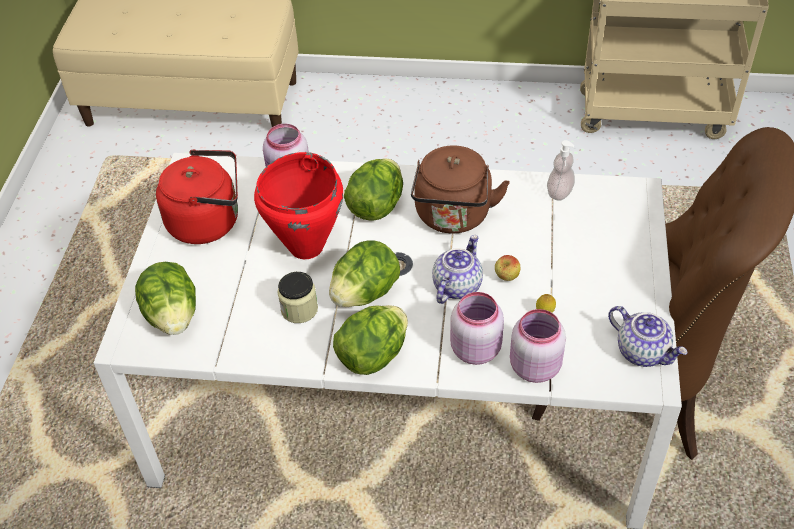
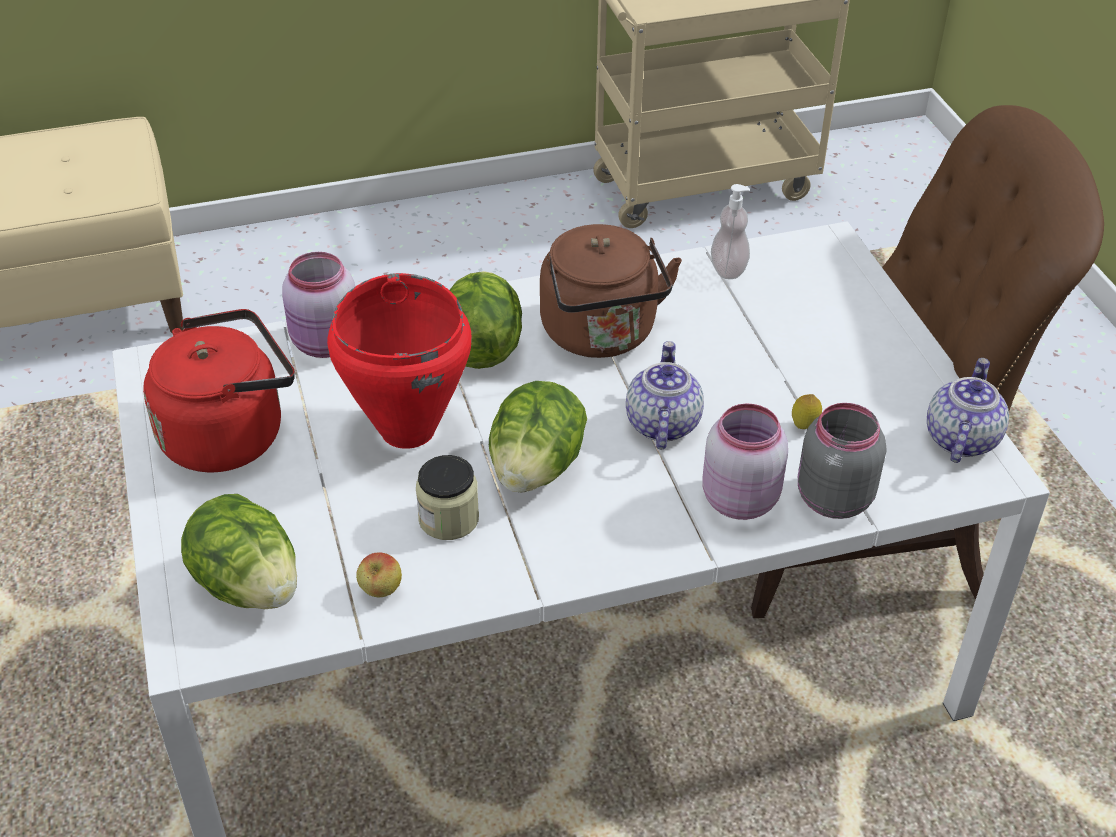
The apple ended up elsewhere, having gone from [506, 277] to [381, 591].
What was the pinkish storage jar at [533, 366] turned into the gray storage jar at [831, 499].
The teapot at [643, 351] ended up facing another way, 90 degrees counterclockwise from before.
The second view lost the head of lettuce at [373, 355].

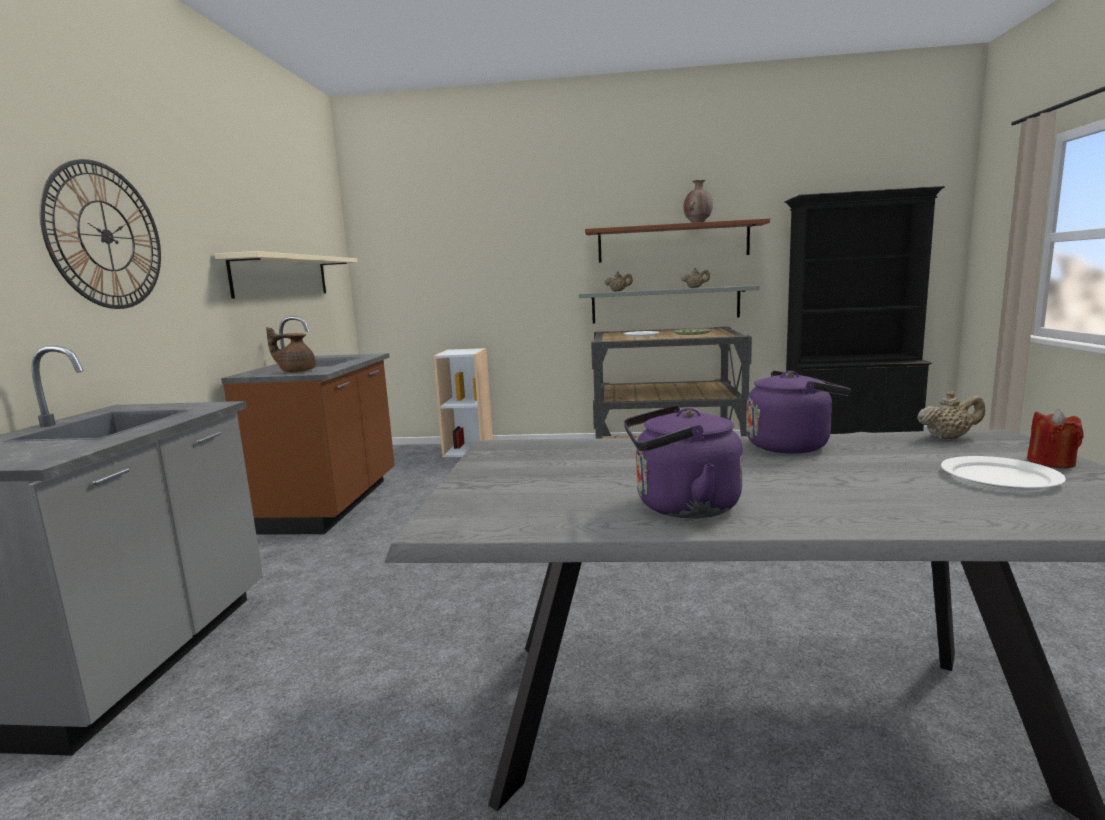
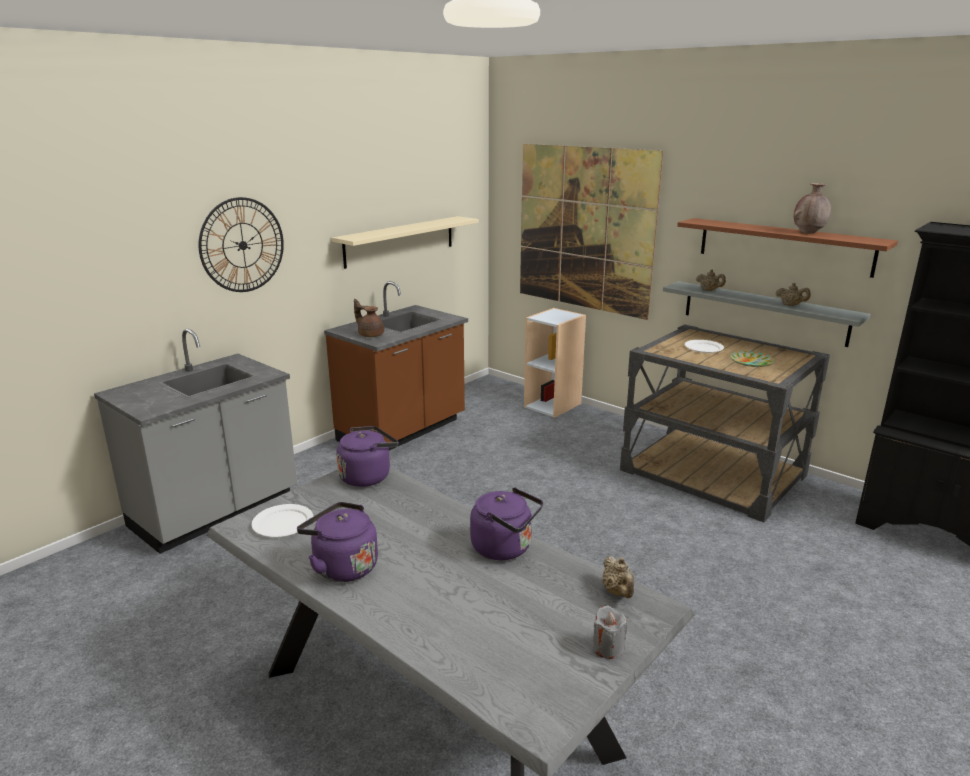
The whitish plate ended up elsewhere, having gone from [999, 477] to [283, 523].
The second view gained the purplish kettle at [367, 476].
The second view gained the picture at [584, 229].
What was the red candle at [1051, 462] turned into the gray candle at [608, 648].
The beige teapot at [948, 438] ended up facing another way, 45 degrees clockwise from before.

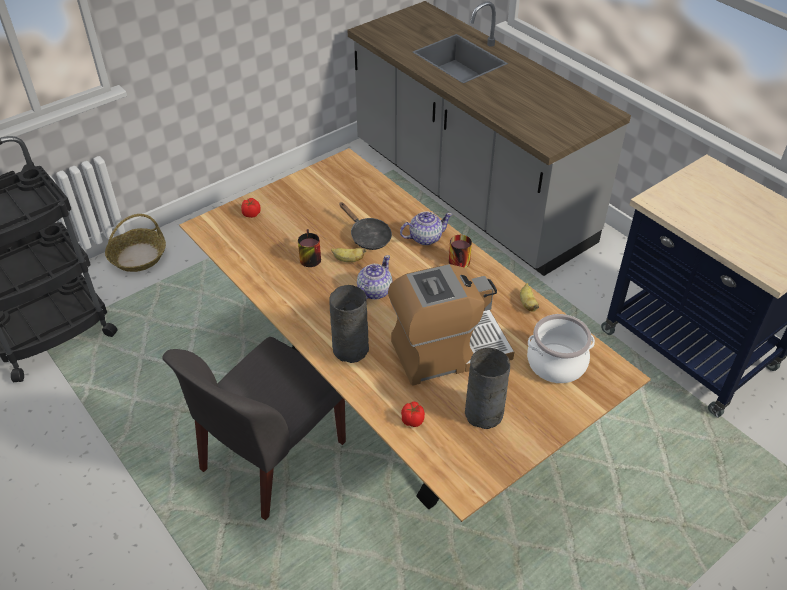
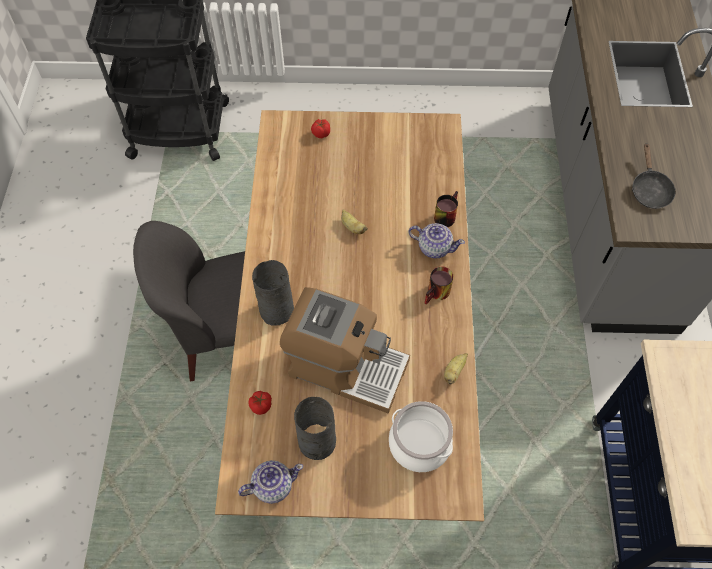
The teapot ended up elsewhere, having gone from [374, 291] to [272, 485].
The tea mug ended up elsewhere, having gone from [308, 257] to [444, 215].
The black pan ended up elsewhere, having gone from [367, 236] to [649, 190].
The second view lost the basket at [138, 256].

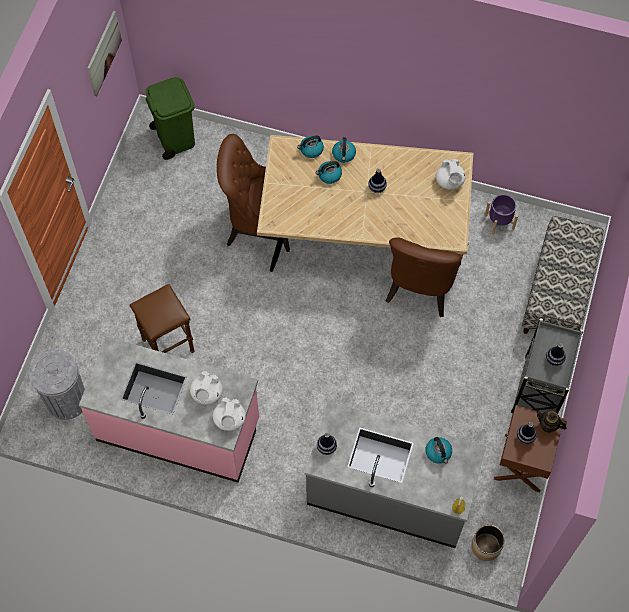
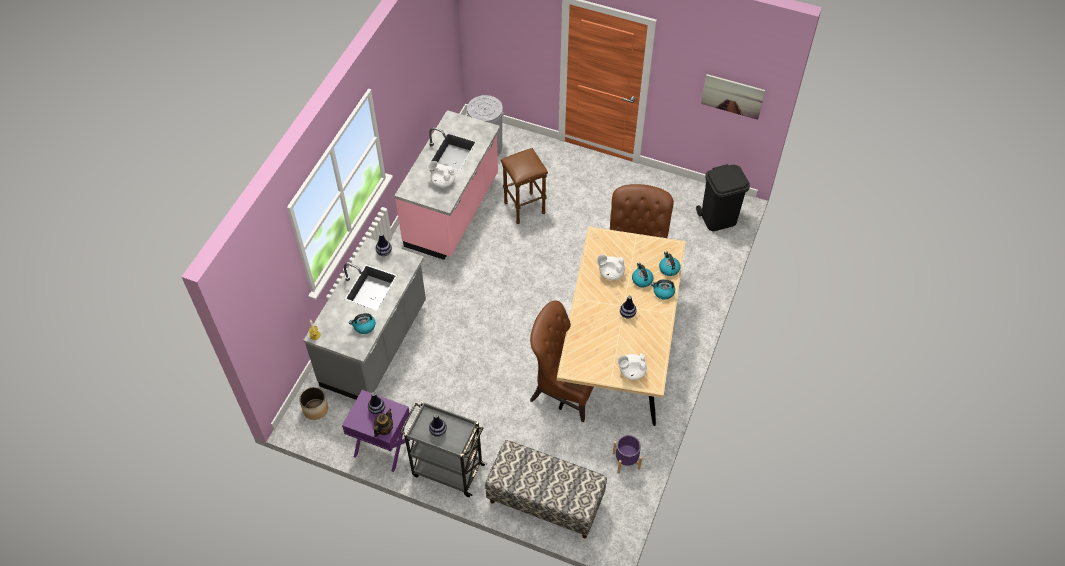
What was the brownish nightstand at [523, 463] turned into the purplish nightstand at [382, 447].
The whitish teapot ended up elsewhere, having gone from [229, 420] to [610, 273].
What was the greenish trash can at [175, 138] turned into the black trash can at [718, 218].

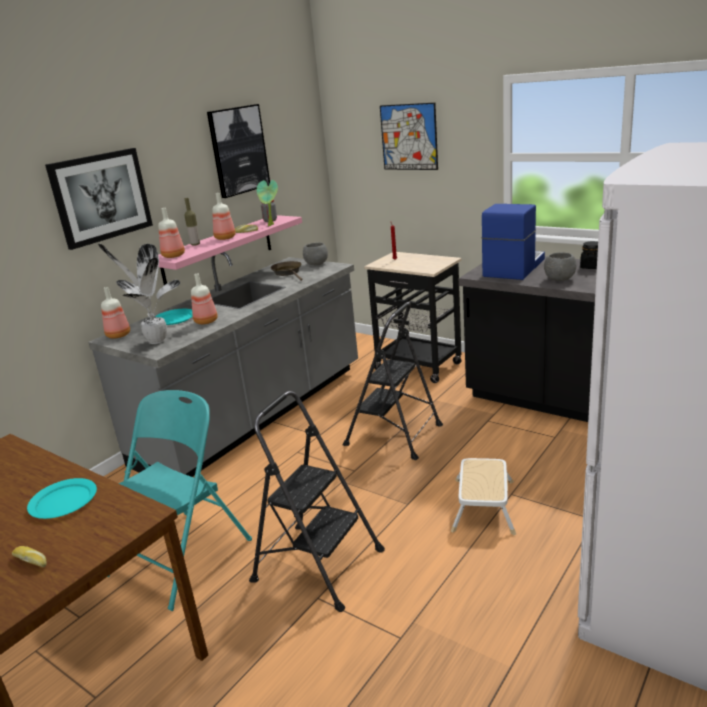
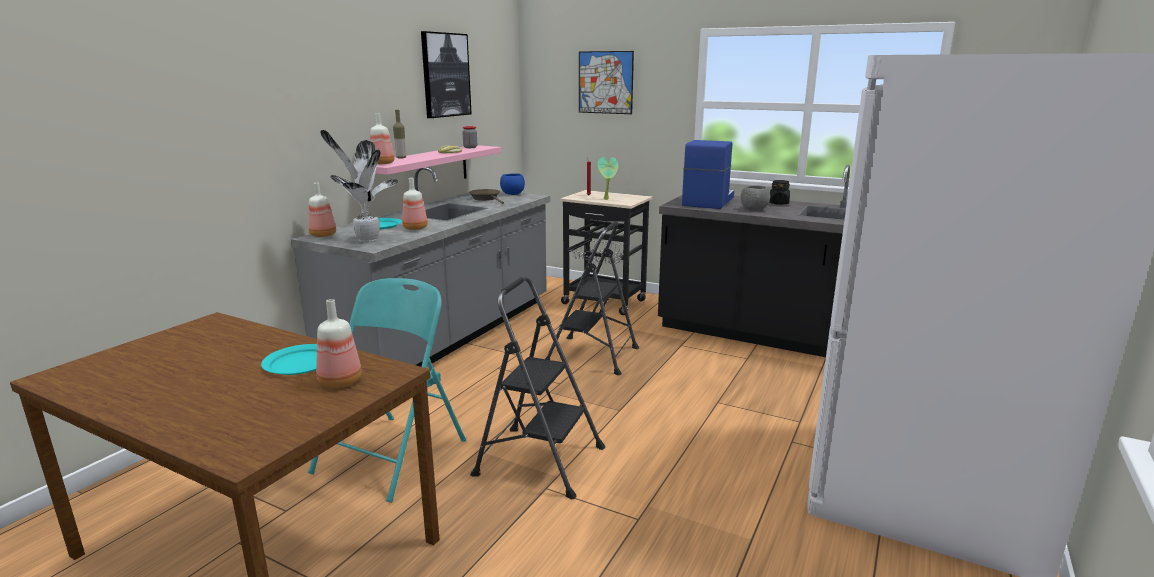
The bottle ended up elsewhere, having gone from [224, 238] to [339, 382].
What was the gray deep dish at [316, 264] turned into the bluish deep dish at [513, 194].
The plant in a pot ended up elsewhere, having gone from [271, 225] to [607, 199].
The second view lost the bakery bread at [32, 560].
The second view lost the picture at [101, 197].
The second view lost the beige stepladder at [484, 505].

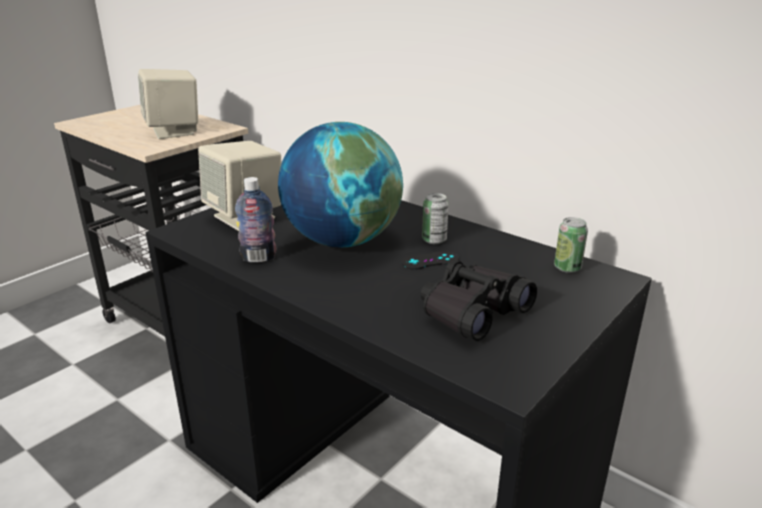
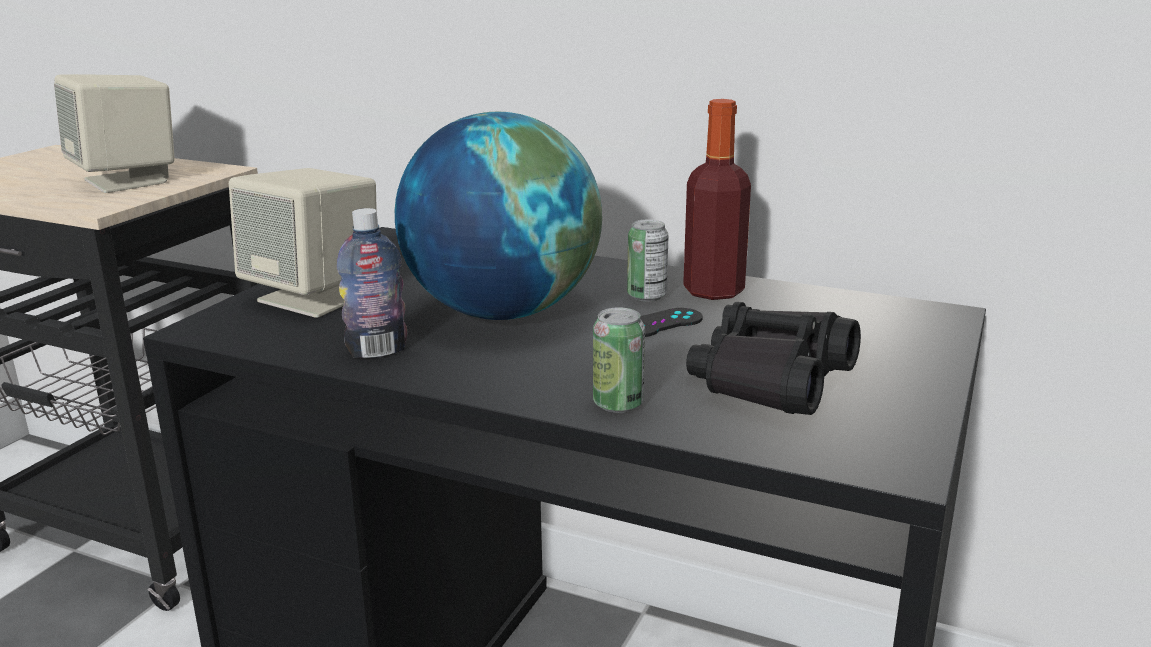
The metal can ended up elsewhere, having gone from [567, 268] to [618, 404].
The second view gained the bottle at [713, 291].

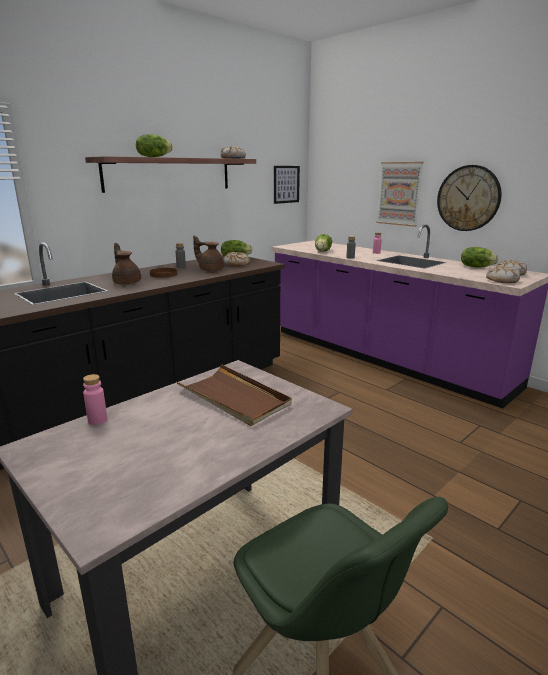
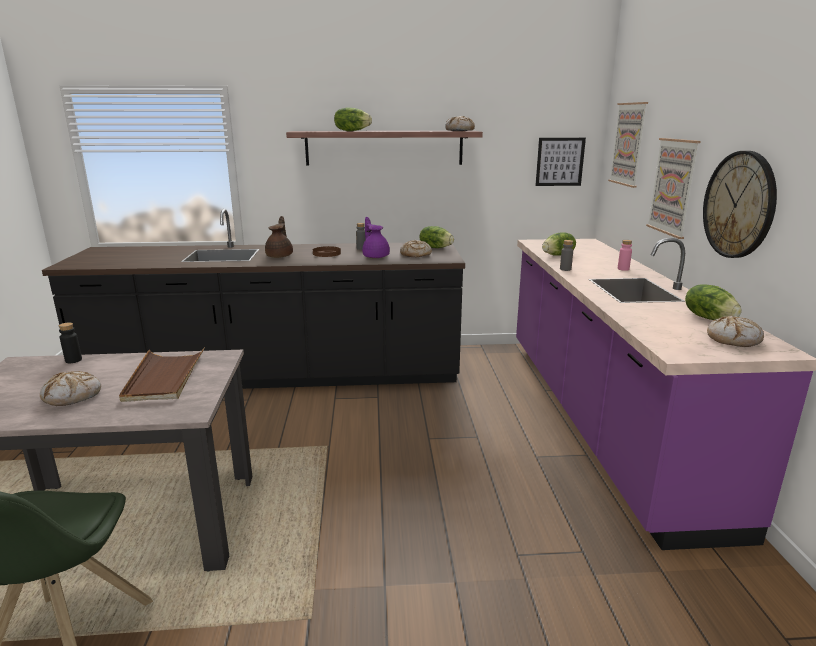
The bakery bread ended up elsewhere, having gone from [502, 280] to [73, 396].
What was the pinkish bottle at [97, 420] turned into the black bottle at [73, 360].
What was the brownish teapot at [210, 270] turned into the purplish teapot at [375, 256].
The second view gained the picture at [628, 144].

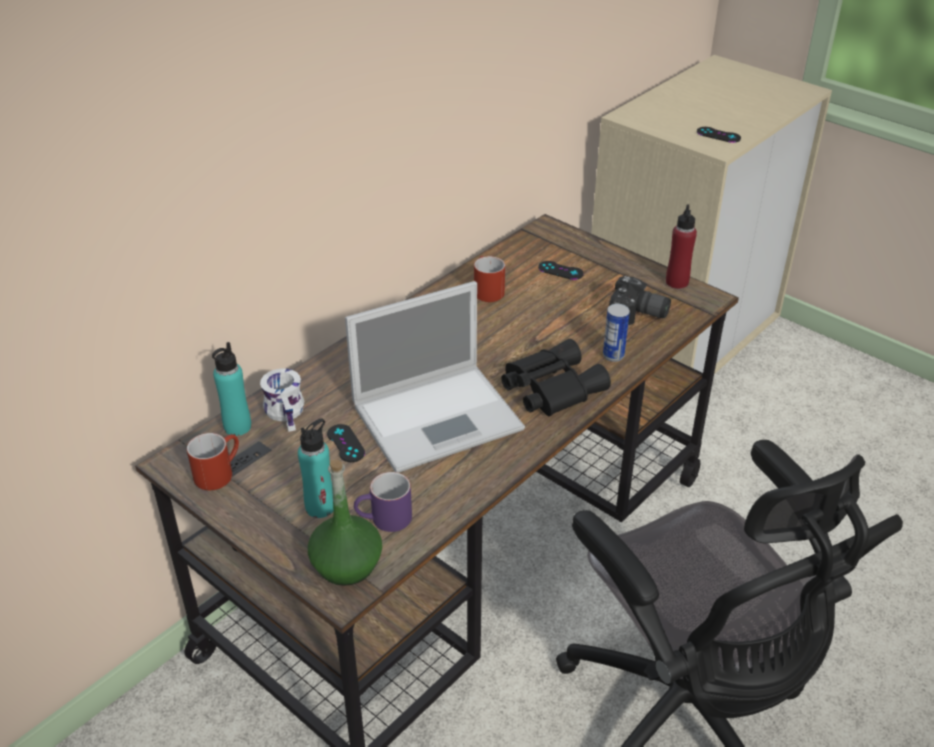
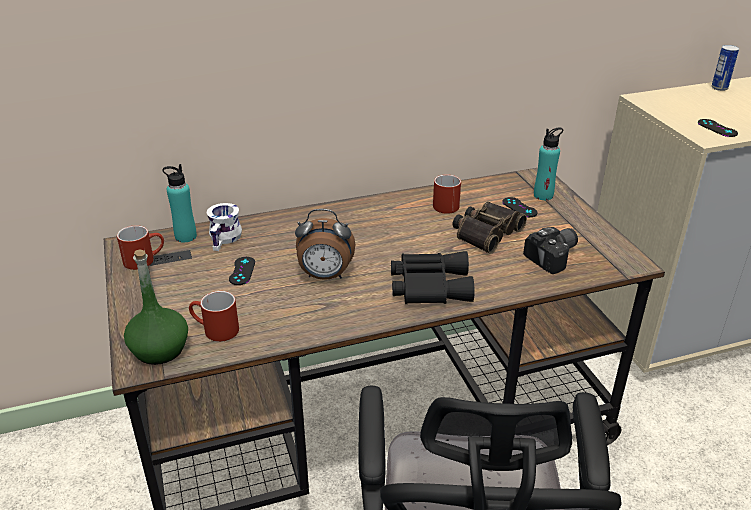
What was the purplish tea mug at [384, 520] turned into the red tea mug at [215, 331].
Where the laptop stood at [440, 416], the alarm clock came to stand at [325, 276].
The second view gained the binoculars at [485, 232].
The still camera at [637, 315] ended up facing another way, 90 degrees counterclockwise from before.
The turquoise-coloured bottle ended up elsewhere, having gone from [320, 507] to [543, 195].
The metal can ended up elsewhere, having gone from [613, 355] to [719, 88].
The second view lost the red bottle at [677, 282].

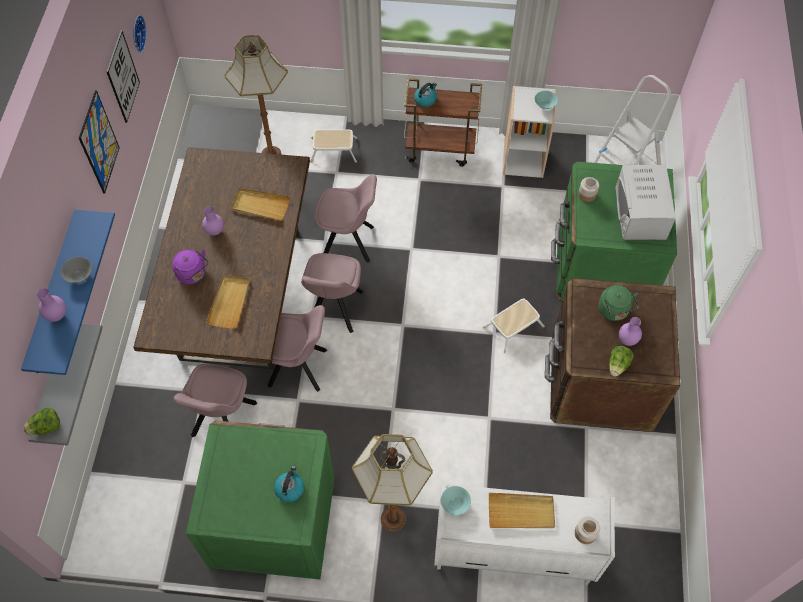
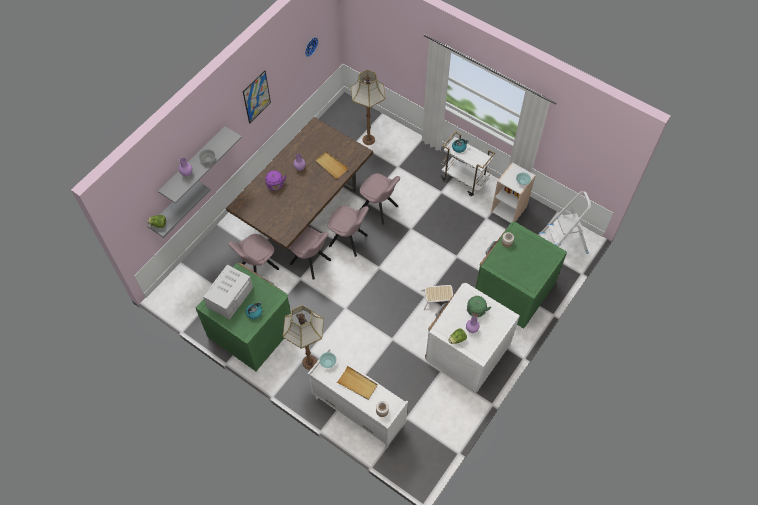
What was the bluish wall shelf at [54, 294] turned into the gray wall shelf at [193, 163].
The whitish microwave oven ended up elsewhere, having gone from [640, 213] to [230, 297].
The pinkish chair at [334, 308] ended up facing another way, 105 degrees counterclockwise from before.
What was the brownish drawer chest at [599, 380] turned into the whitish drawer chest at [465, 351].
What was the brownish cart at [440, 151] turned into the whitish cart at [464, 181].
The second view lost the picture at [123, 77].
The second view lost the beige tray at [229, 302].
The second view lost the beige stepladder at [334, 149].

